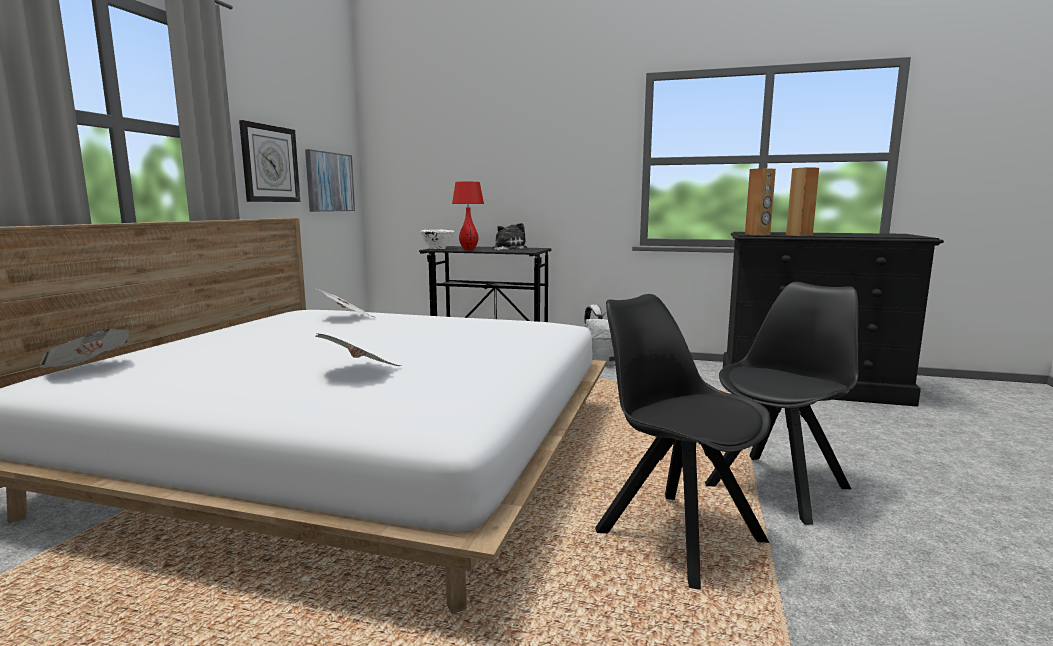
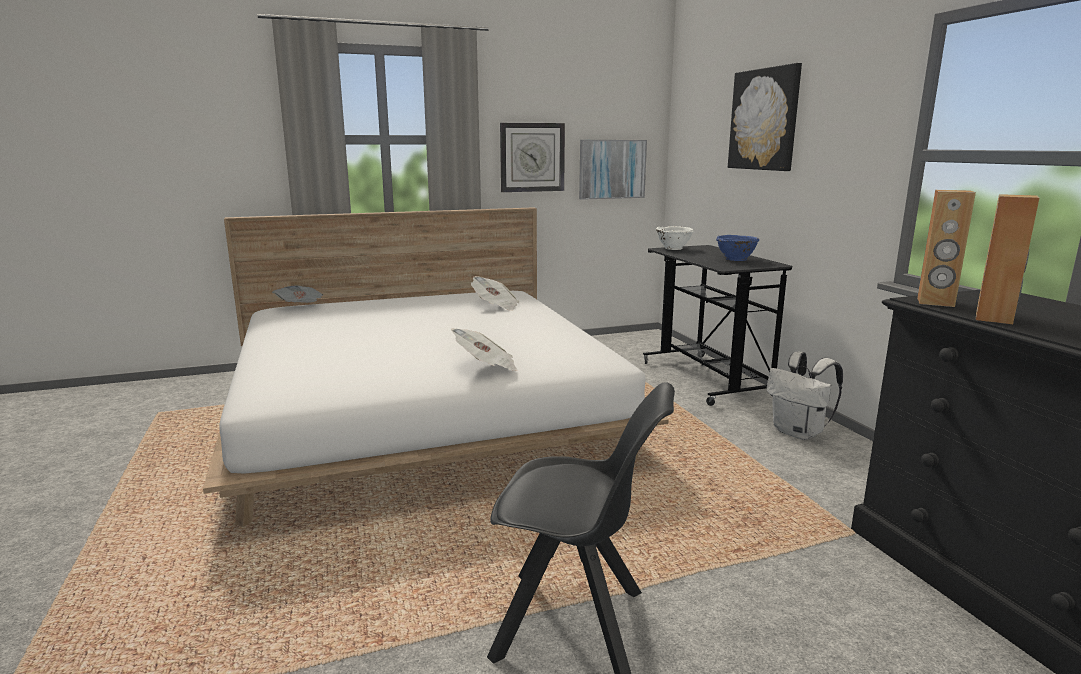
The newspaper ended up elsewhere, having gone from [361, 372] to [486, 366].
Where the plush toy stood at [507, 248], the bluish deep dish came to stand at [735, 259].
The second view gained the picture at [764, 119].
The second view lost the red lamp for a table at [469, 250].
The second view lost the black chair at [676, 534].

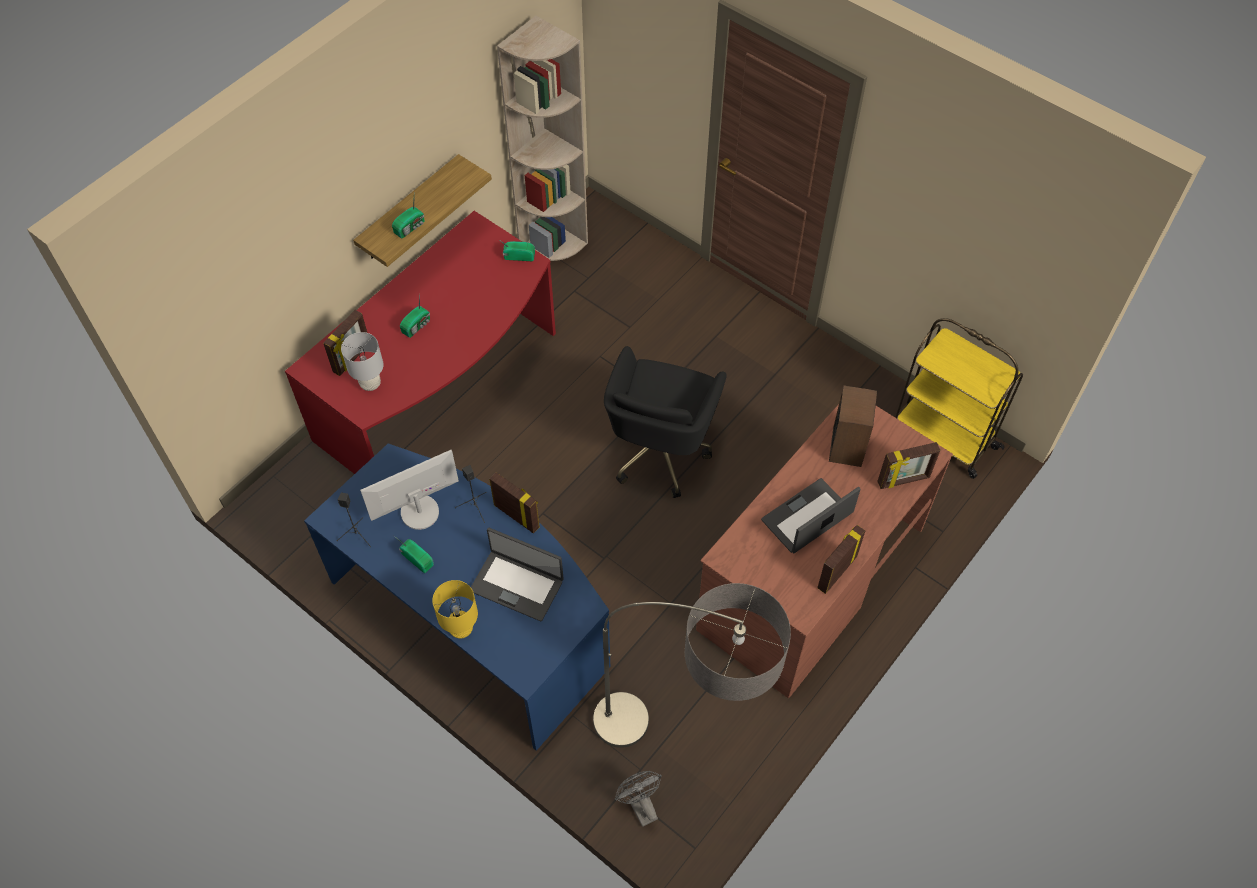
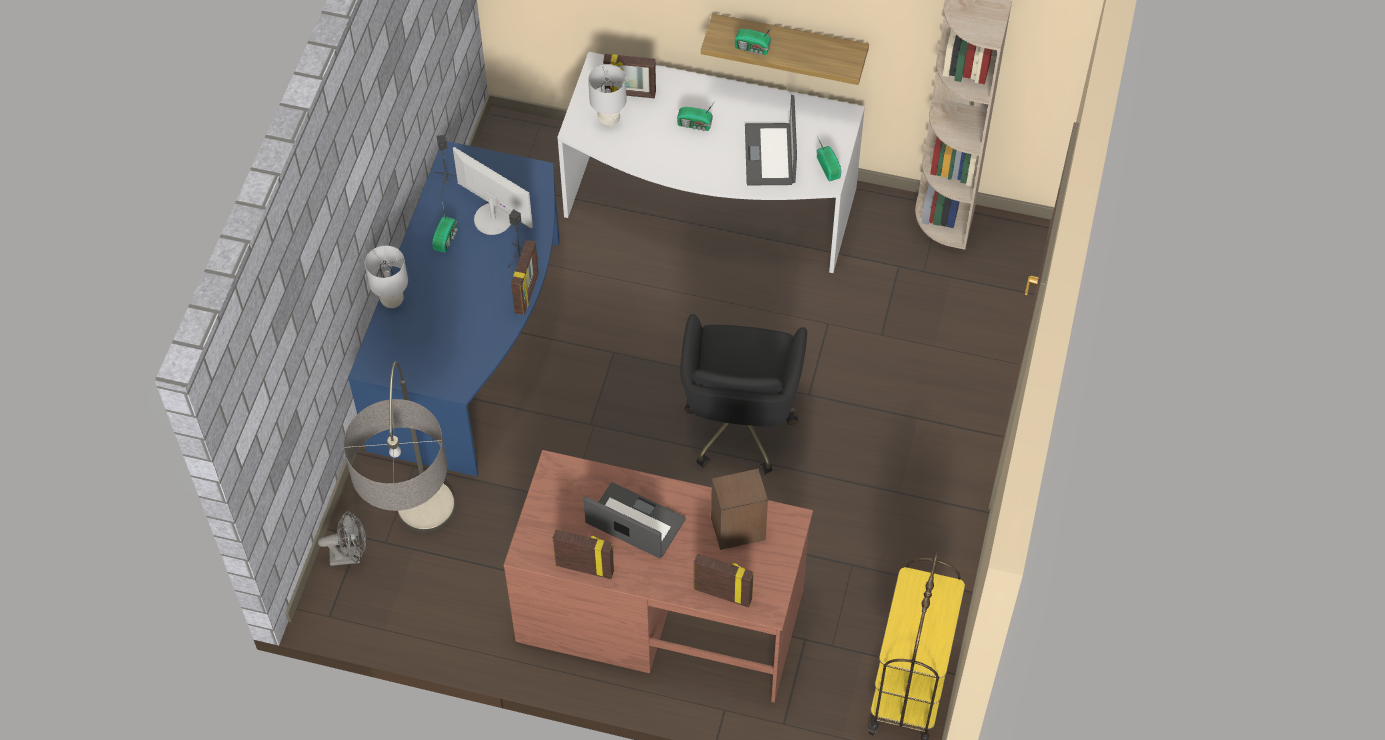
The gray fan at [640, 805] ended up facing another way, 45 degrees clockwise from before.
What was the yellowish lamp for a table at [461, 630] turned into the gray lamp for a table at [391, 301].
What was the red desk table at [442, 390] turned into the whitish desk table at [708, 209].
The black desk chair at [661, 452] ended up facing another way, 75 degrees counterclockwise from before.
The standing frame at [903, 480] ended up facing another way, 150 degrees clockwise from before.
The laptop ended up elsewhere, having gone from [517, 584] to [771, 155].

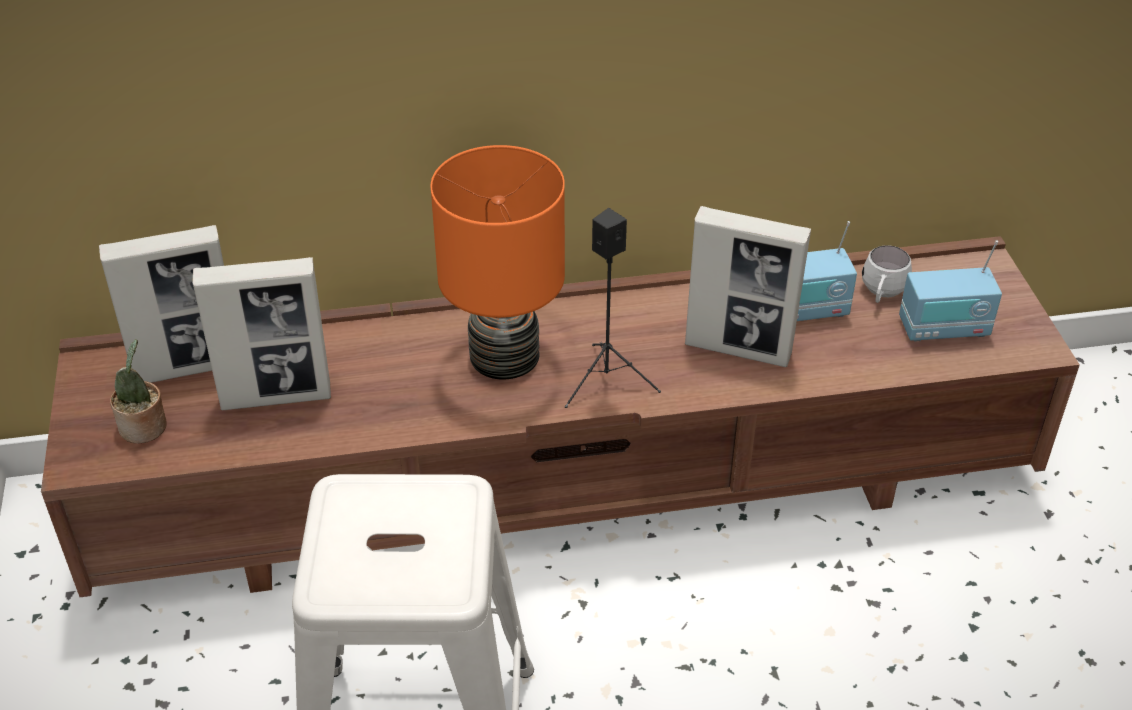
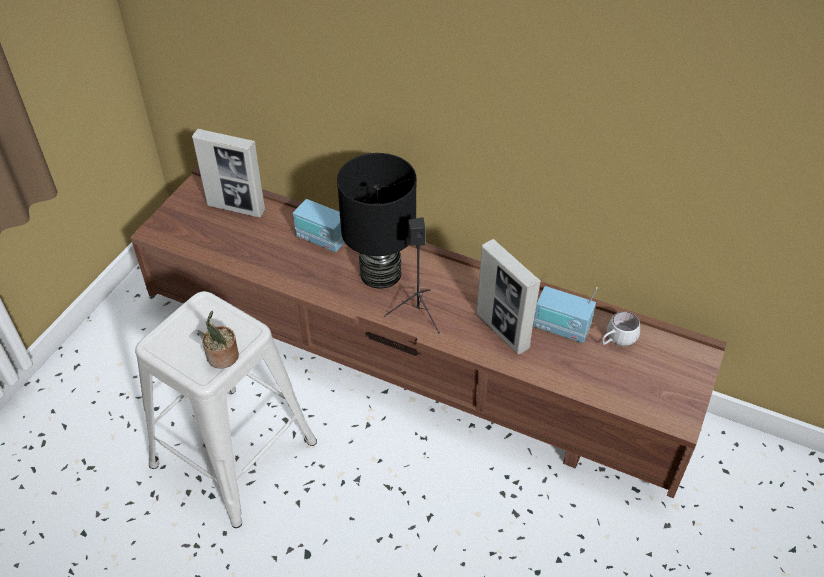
The plant in a pot ended up elsewhere, having gone from [145, 428] to [223, 358].
The radio ended up elsewhere, having gone from [944, 329] to [321, 239].
What was the orangey lamp for a table at [505, 356] turned into the black lamp for a table at [381, 274].
The second view lost the standing frame at [276, 397].

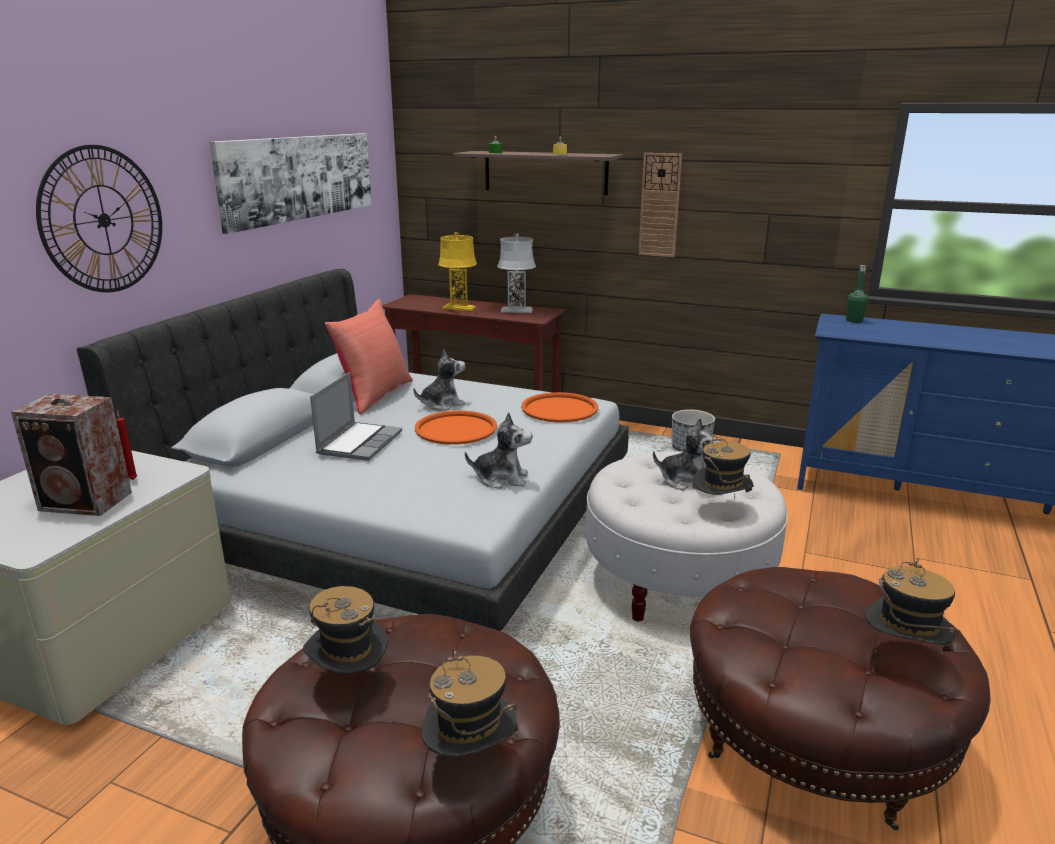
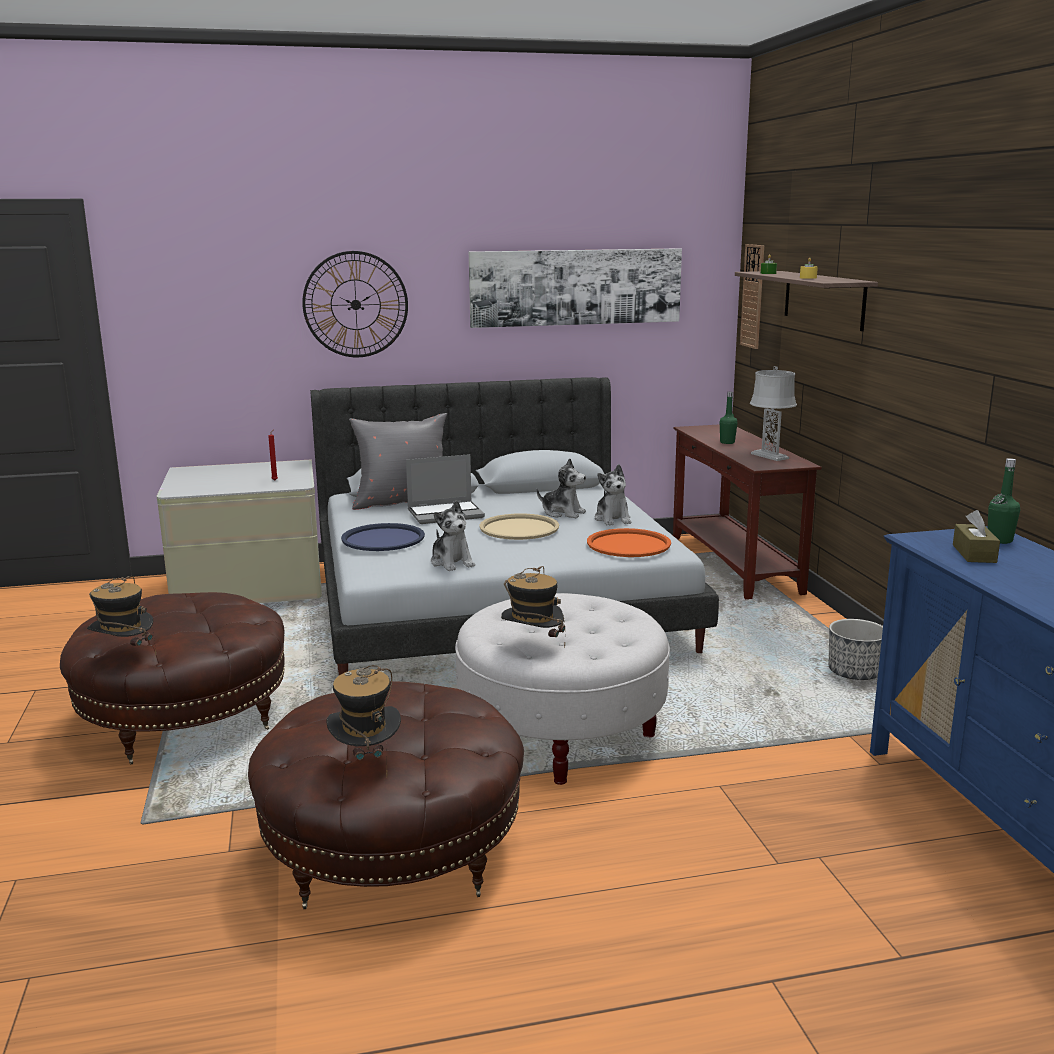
The second view gained the bluish tray at [383, 539].
The second view gained the gray cushion at [403, 502].
What was the orangey tray at [456, 429] turned into the beige tray at [519, 528].
The plush toy ended up elsewhere, having gone from [686, 481] to [613, 519].
Where the yellowish lamp for a table stood at [458, 308], the greenish bottle came to stand at [727, 442].
The clock on the wall ended up elsewhere, having gone from [659, 205] to [753, 296].
The second view gained the brownish tissue box at [974, 554].
The second view lost the loudspeaker at [87, 502].
The second view lost the clothing hat at [349, 680].
The second view lost the red cushion at [375, 395].

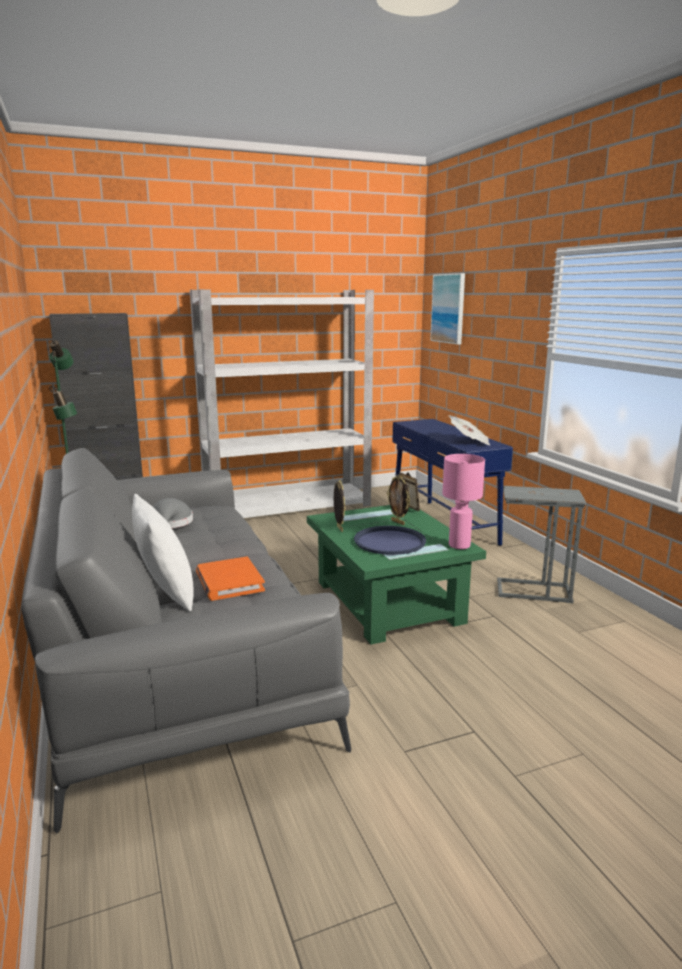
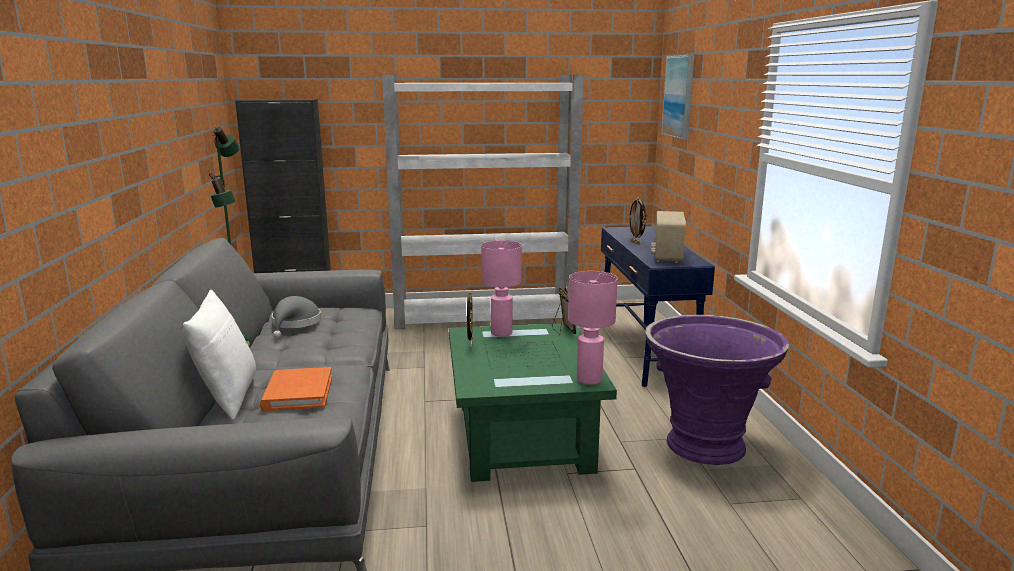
The second view gained the pinkish lamp for a table at [501, 333].
The standing frame ended up elsewhere, having gone from [398, 522] to [636, 243].
Where the gray accent table stood at [534, 591], the purplish plant pot came to stand at [705, 445].
Where the newspaper stood at [469, 442], the radio came to stand at [666, 257].
The second view lost the bluish tray at [389, 541].

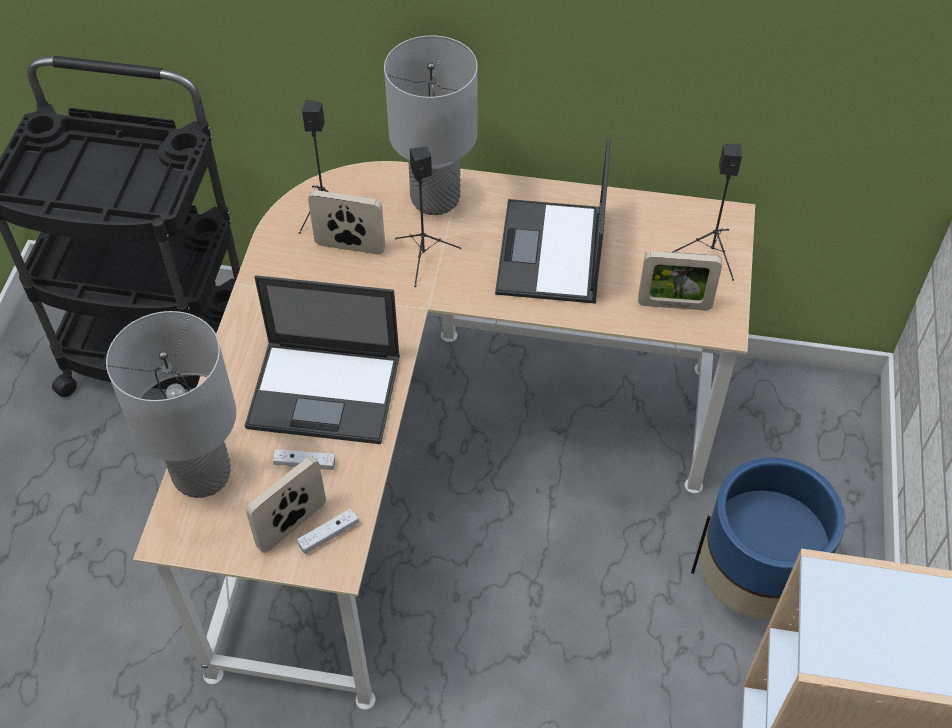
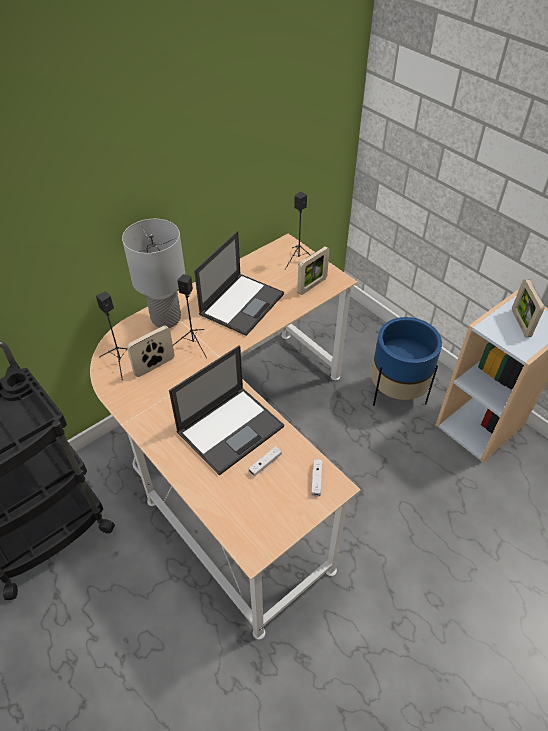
The laptop at [551, 253] ended up facing another way, 105 degrees counterclockwise from before.
The standing frame ended up elsewhere, having gone from [292, 526] to [520, 323].
The second view lost the gray lamp for a table at [204, 477].

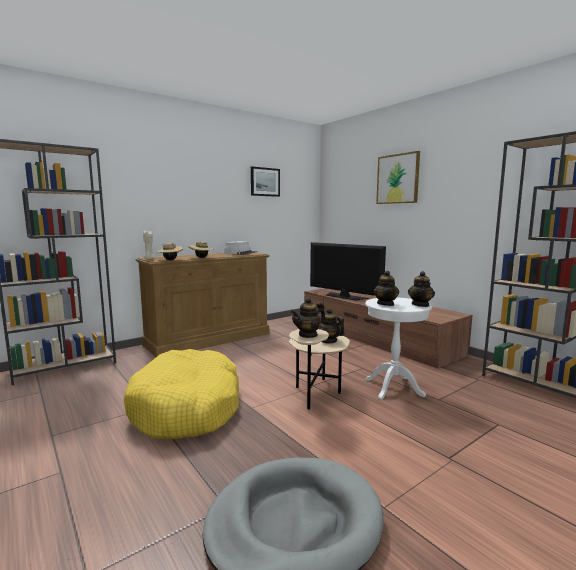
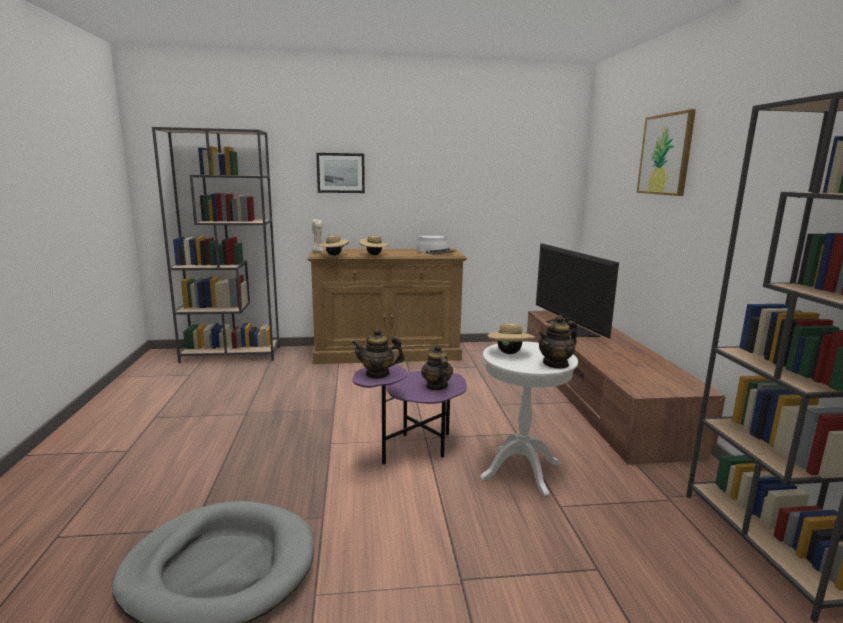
The picture ended up elsewhere, having gone from [265, 182] to [340, 173].
What was the beige accent table at [316, 394] turned into the purplish accent table at [413, 450].
Where the teapot stood at [386, 304], the beige clothing hat came to stand at [509, 353].
The second view lost the yellowish dog bed at [187, 407].

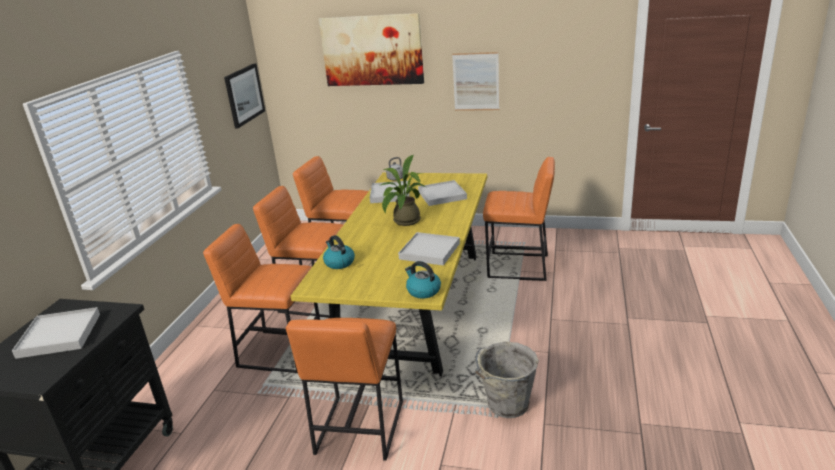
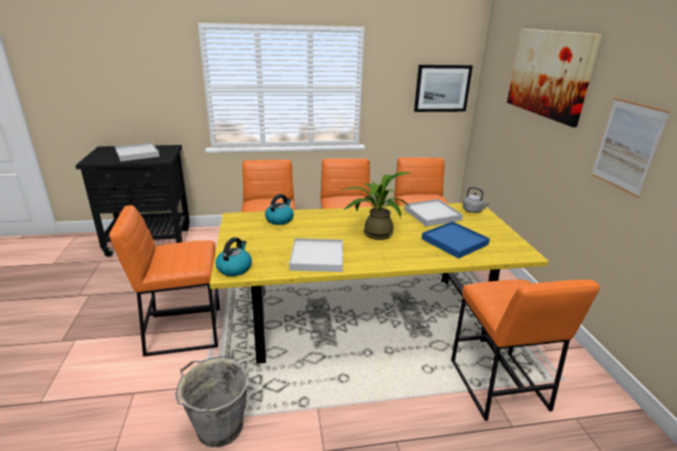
What was the whitish tray at [442, 195] turned into the bluish tray at [454, 242].

